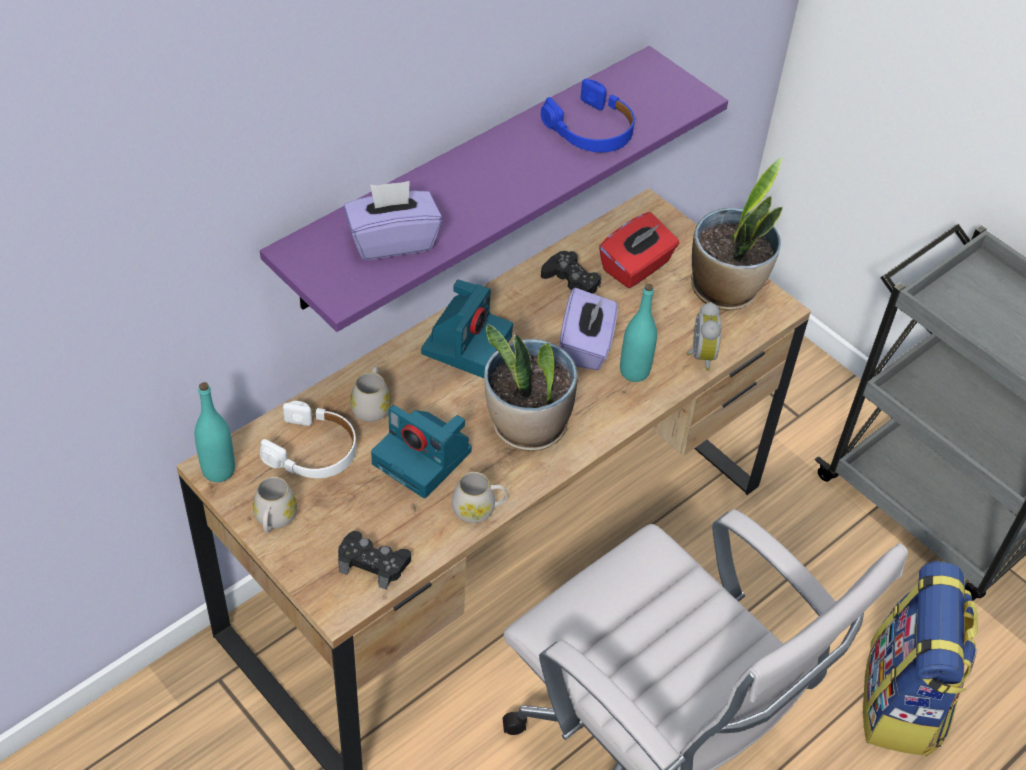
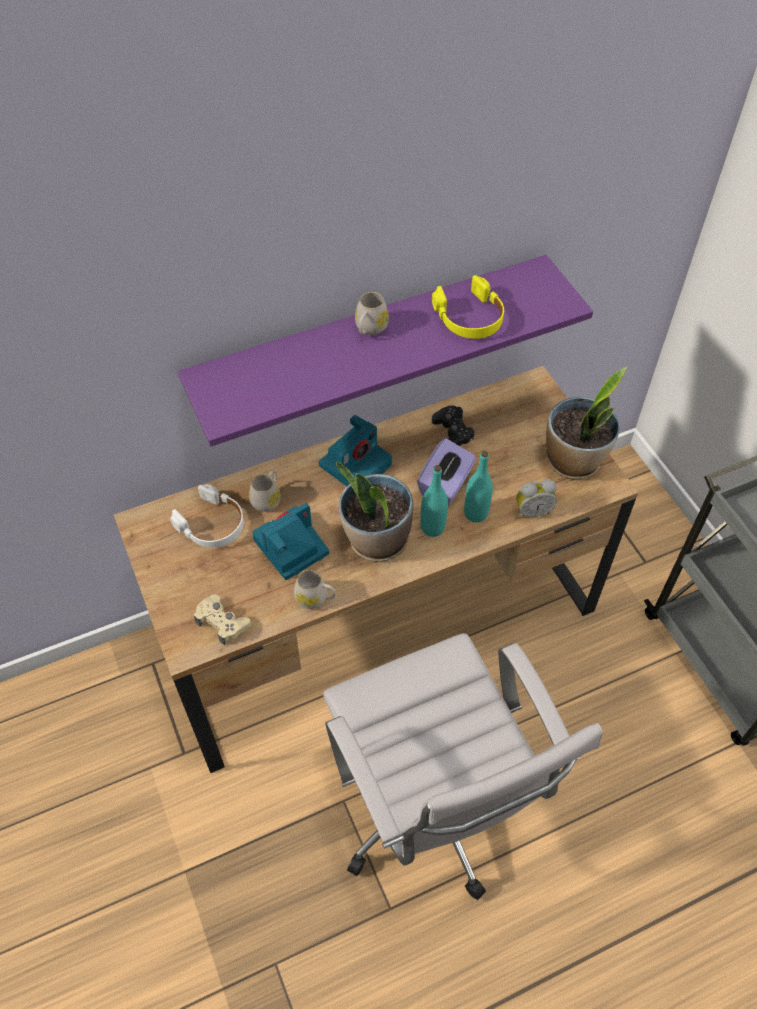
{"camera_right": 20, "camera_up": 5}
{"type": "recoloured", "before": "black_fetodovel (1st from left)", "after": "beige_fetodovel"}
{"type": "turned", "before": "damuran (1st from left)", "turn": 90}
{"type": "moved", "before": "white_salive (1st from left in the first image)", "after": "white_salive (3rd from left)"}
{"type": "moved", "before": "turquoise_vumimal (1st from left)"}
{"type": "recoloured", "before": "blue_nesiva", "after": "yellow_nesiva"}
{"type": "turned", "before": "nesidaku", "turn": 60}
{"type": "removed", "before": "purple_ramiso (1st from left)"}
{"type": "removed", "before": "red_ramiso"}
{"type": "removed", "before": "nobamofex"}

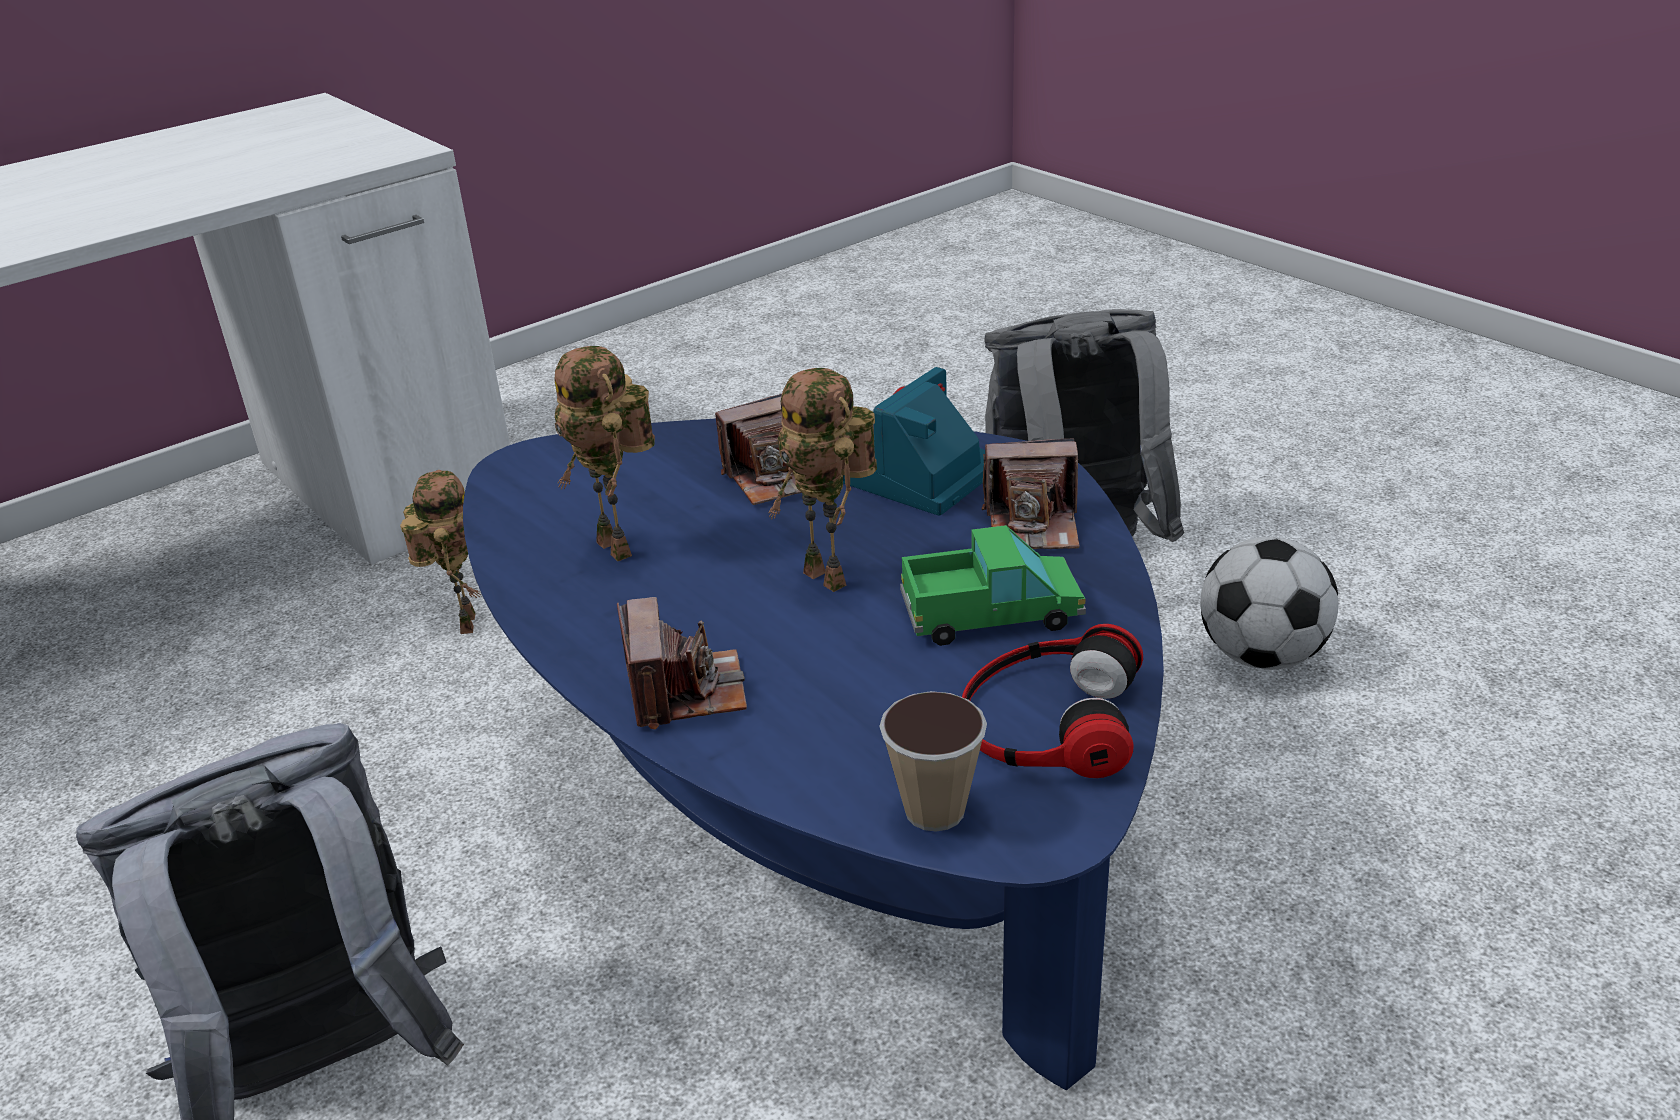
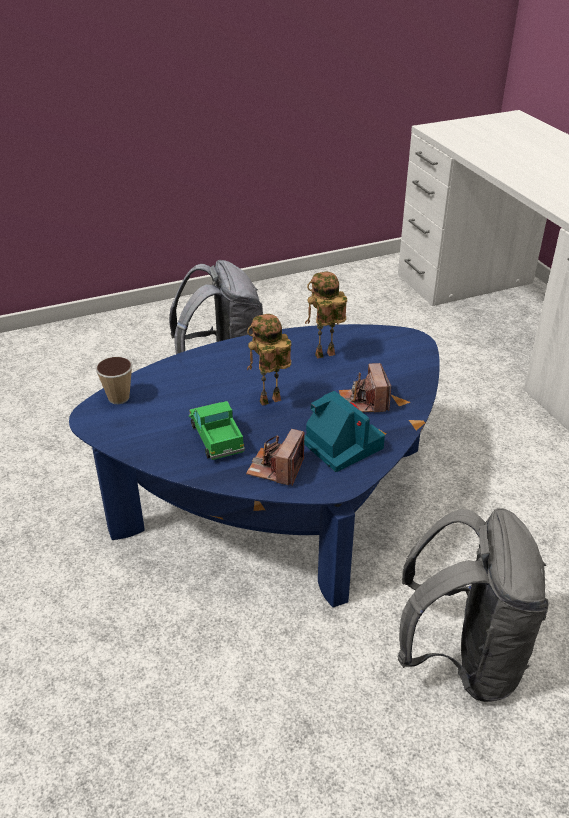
{"camera_right": 105, "camera_up": 5}
{"type": "turned", "before": "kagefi", "turn": 150}
{"type": "removed", "before": "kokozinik (1st from left)"}
{"type": "removed", "before": "damuran (1st from left)"}
{"type": "removed", "before": "nesiva"}
{"type": "removed", "before": "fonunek"}

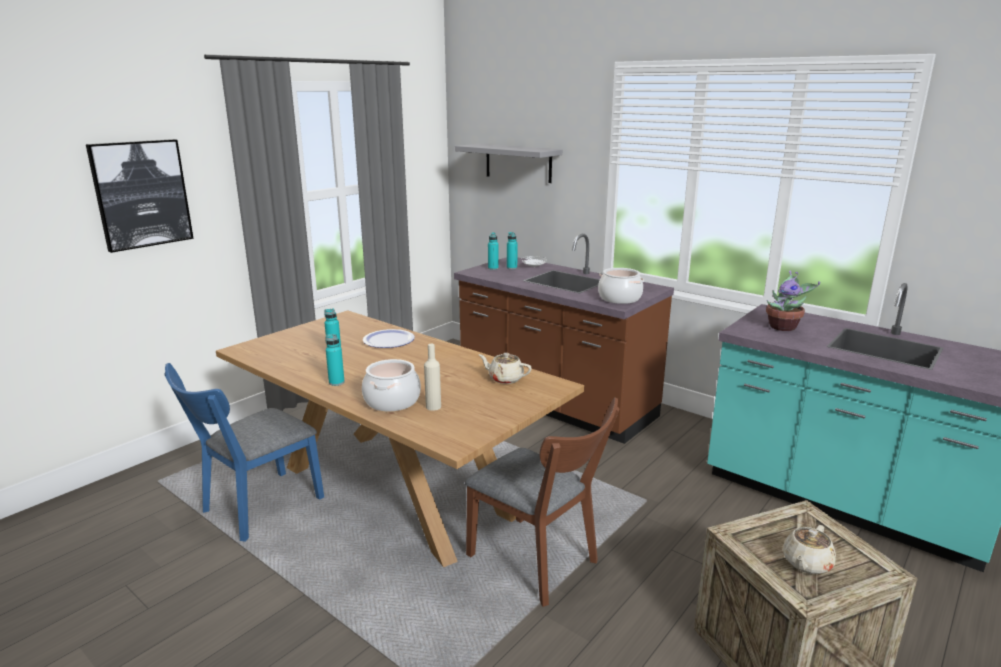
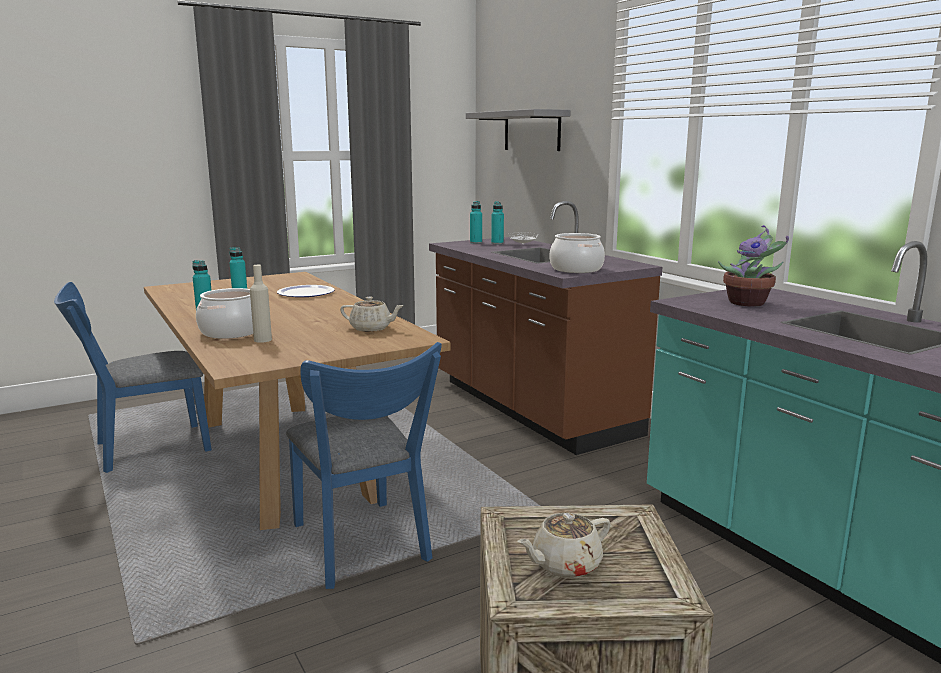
{"camera_right": 20, "camera_up": -5}
{"type": "recoloured", "before": "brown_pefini", "after": "blue_pefini (2nd from left)"}
{"type": "turned", "before": "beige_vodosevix (1st from left)", "turn": 150}
{"type": "removed", "before": "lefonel"}

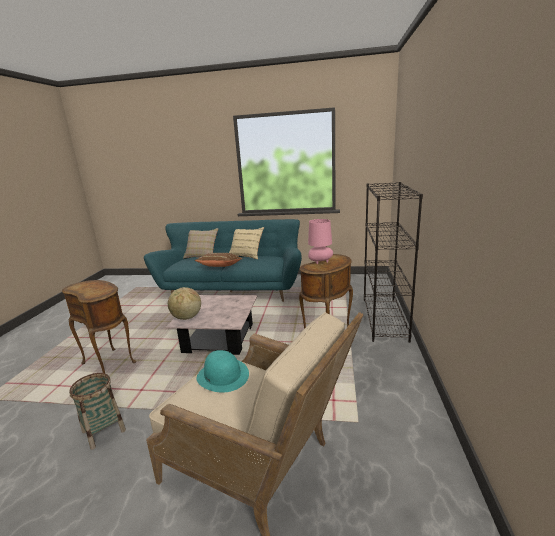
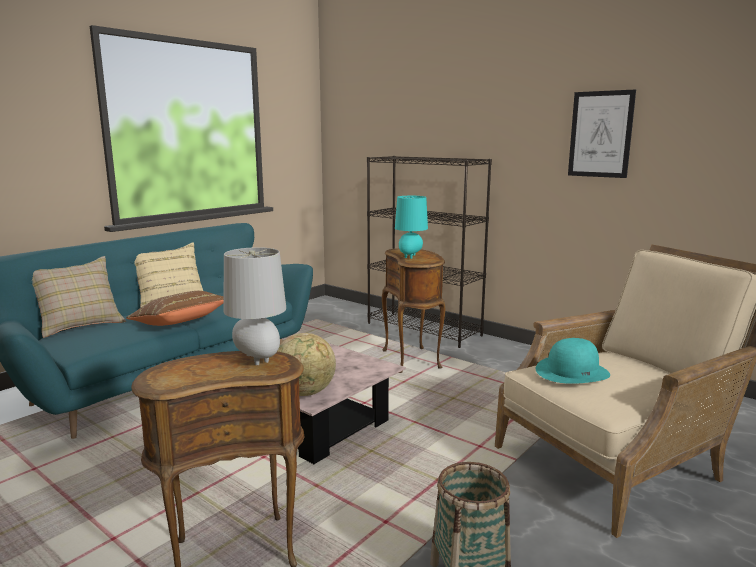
{"camera_right": -60, "camera_up": -5}
{"type": "added", "after": "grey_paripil"}
{"type": "recoloured", "before": "pink_paripil", "after": "turquoise_paripil"}
{"type": "added", "after": "lefonel"}

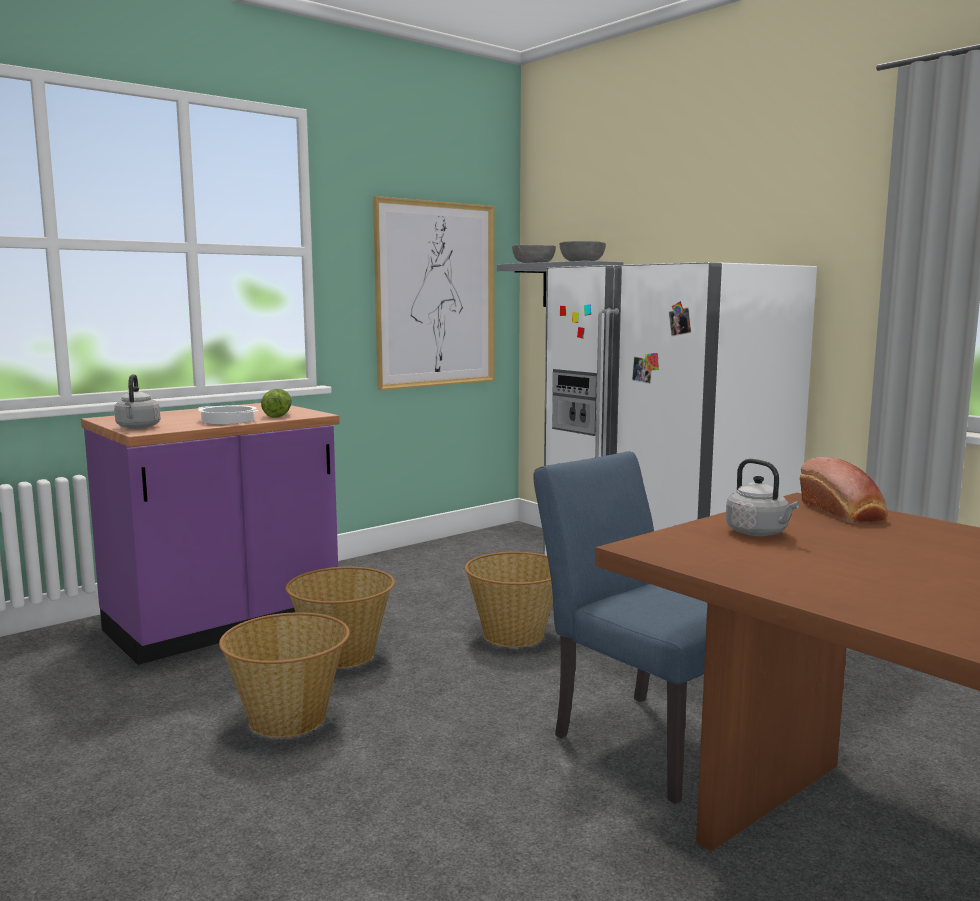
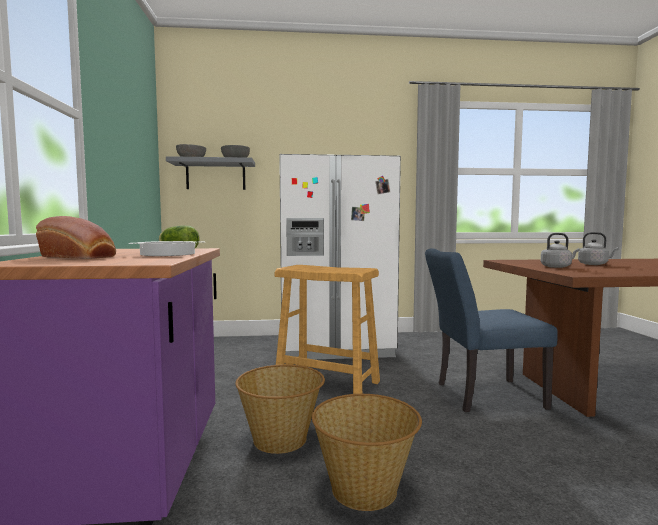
{"camera_right": -55, "camera_up": -5}
{"type": "moved", "before": "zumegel"}
{"type": "replaced", "before": "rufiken (3rd from left)", "after": "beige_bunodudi"}
{"type": "moved", "before": "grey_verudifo (1st from left in the first image)", "after": "grey_verudifo (2nd from left)"}
{"type": "removed", "before": "lefonel"}

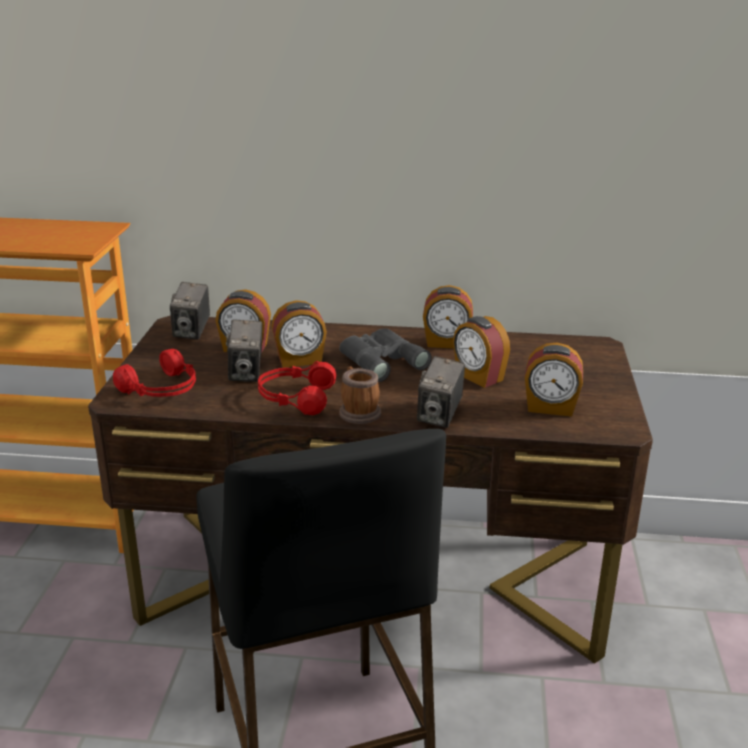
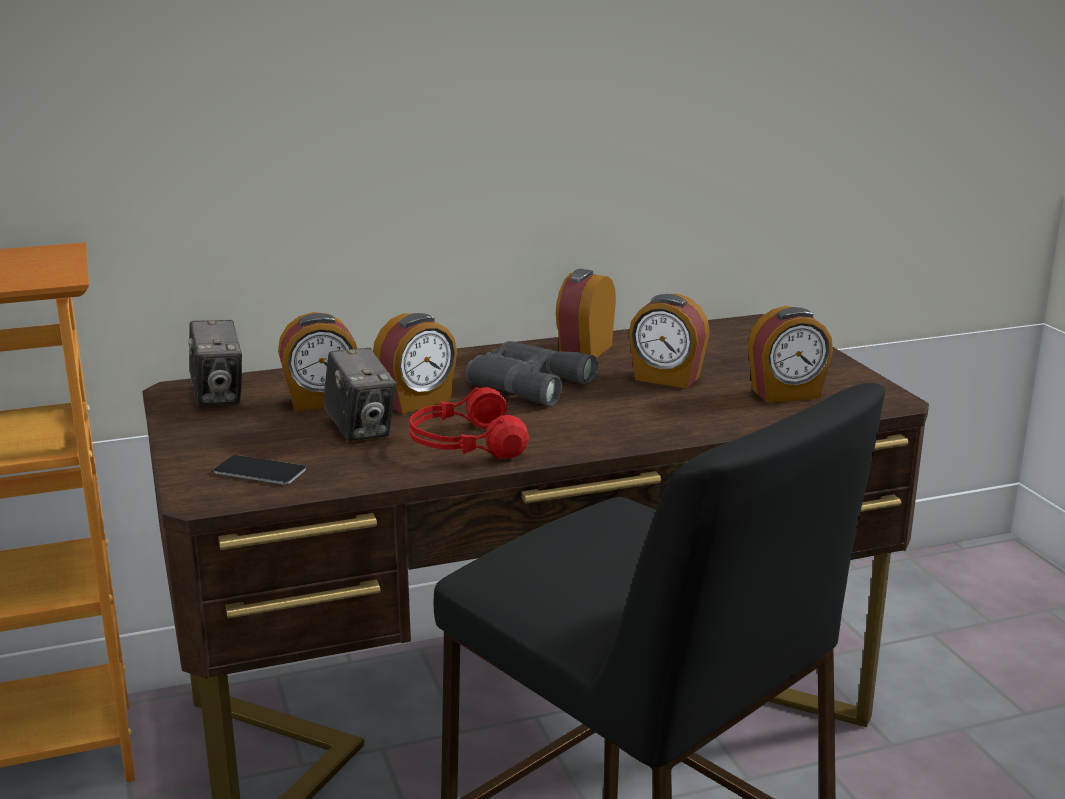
{"camera_right": -25, "camera_up": -5}
{"type": "replaced", "before": "red_nesiva (1st from left)", "after": "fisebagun"}
{"type": "turned", "before": "nesidaku (3rd from left)", "turn": 135}
{"type": "removed", "before": "salive"}
{"type": "removed", "before": "damuran (3rd from left)"}

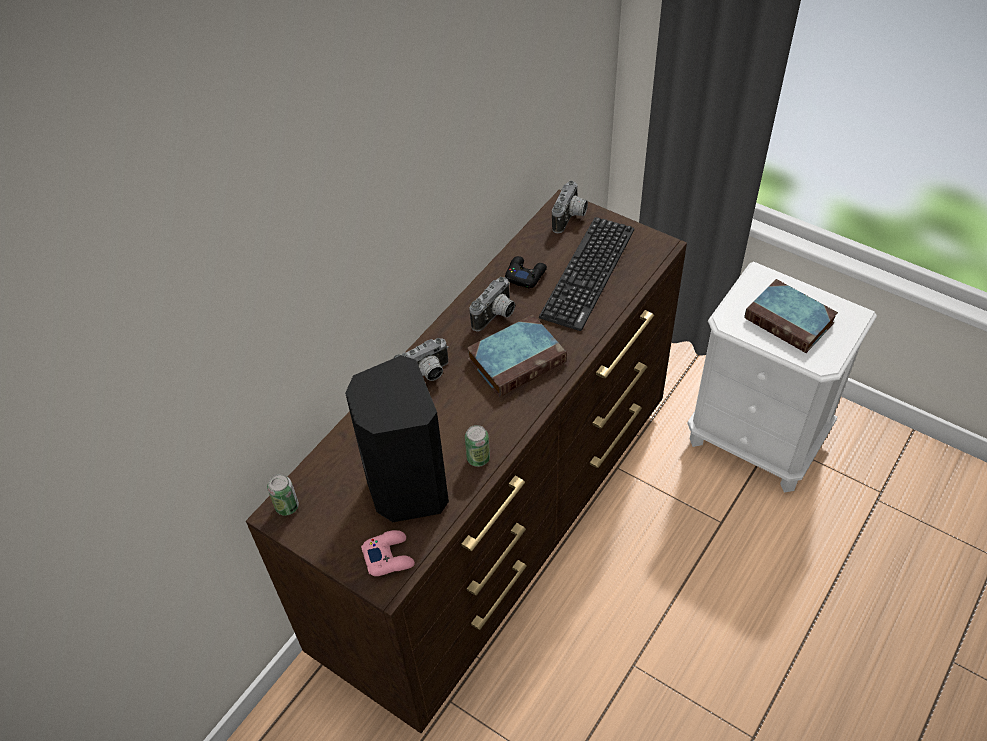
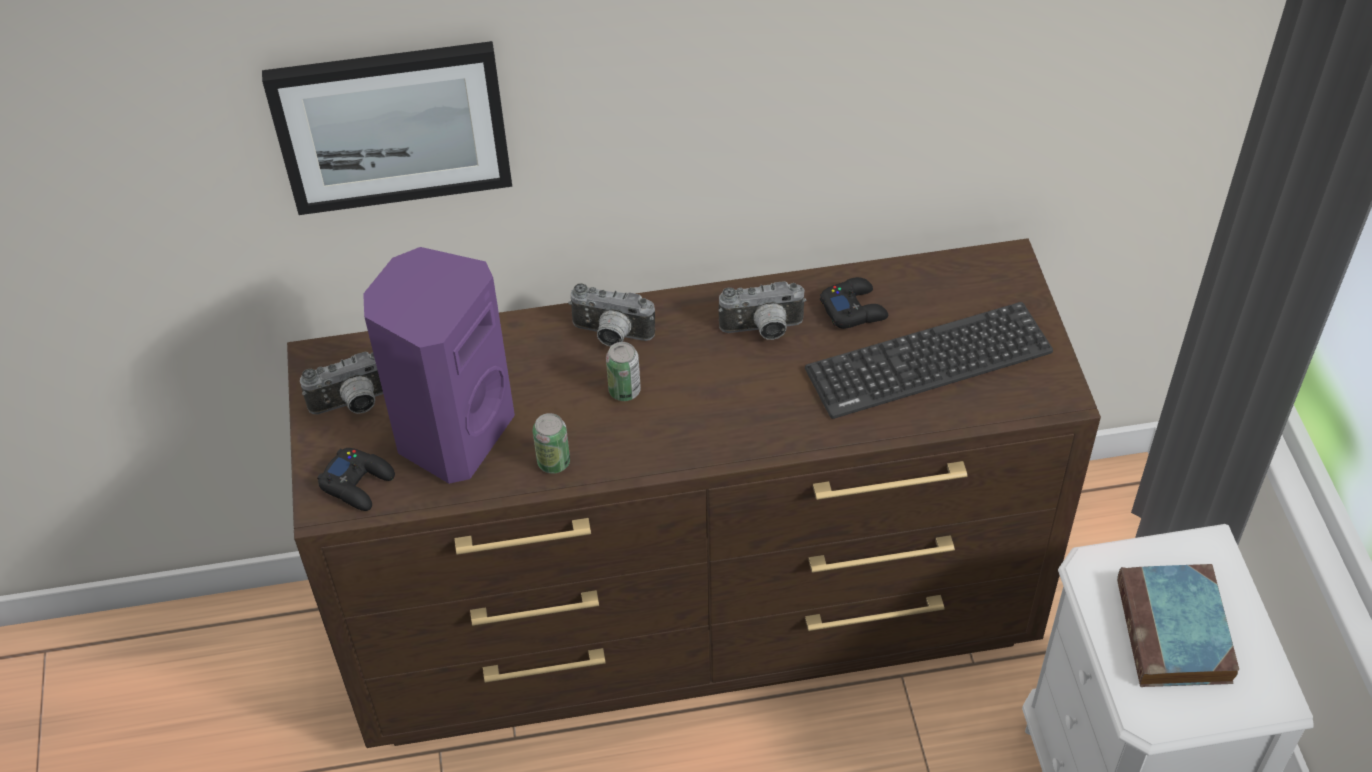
{"camera_right": 45, "camera_up": 0}
{"type": "added", "after": "lefonel"}
{"type": "moved", "before": "damuran (3rd from left in the first image)", "after": "damuran (1st from left)"}
{"type": "recoloured", "before": "pink_fetodovel", "after": "black_fetodovel (1st from left)"}
{"type": "recoloured", "before": "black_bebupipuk", "after": "purple_bebupipuk"}
{"type": "moved", "before": "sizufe (1st from left in the first image)", "after": "sizufe (2nd from left)"}
{"type": "removed", "before": "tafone (1st from left)"}

